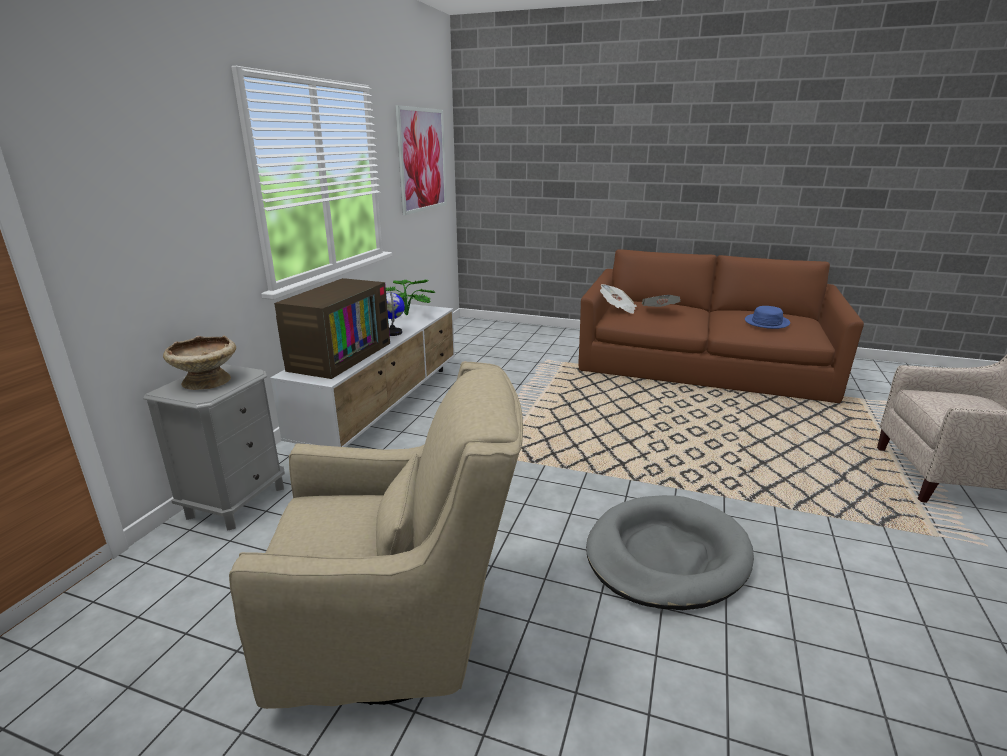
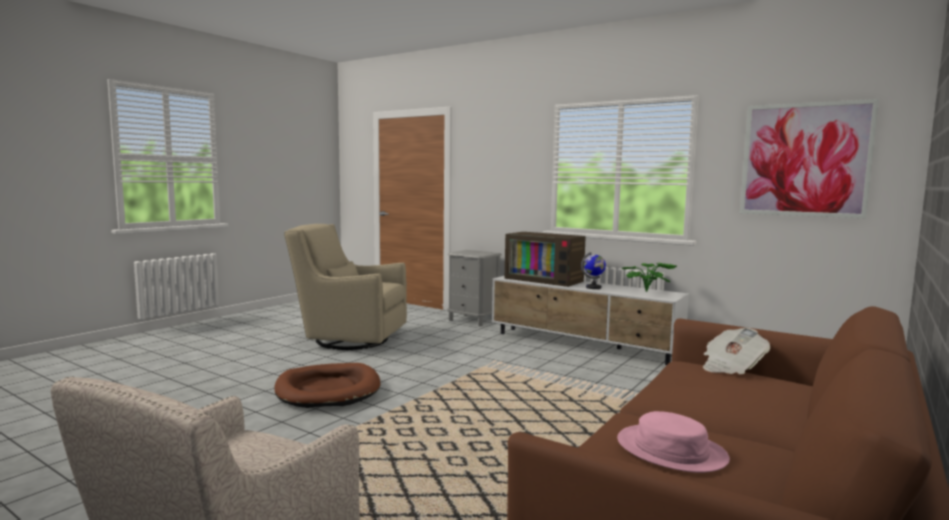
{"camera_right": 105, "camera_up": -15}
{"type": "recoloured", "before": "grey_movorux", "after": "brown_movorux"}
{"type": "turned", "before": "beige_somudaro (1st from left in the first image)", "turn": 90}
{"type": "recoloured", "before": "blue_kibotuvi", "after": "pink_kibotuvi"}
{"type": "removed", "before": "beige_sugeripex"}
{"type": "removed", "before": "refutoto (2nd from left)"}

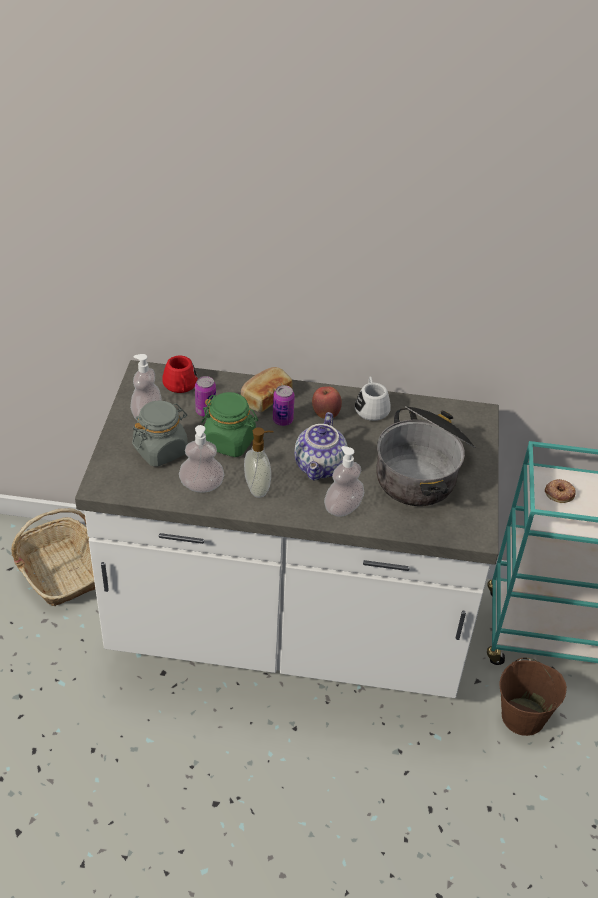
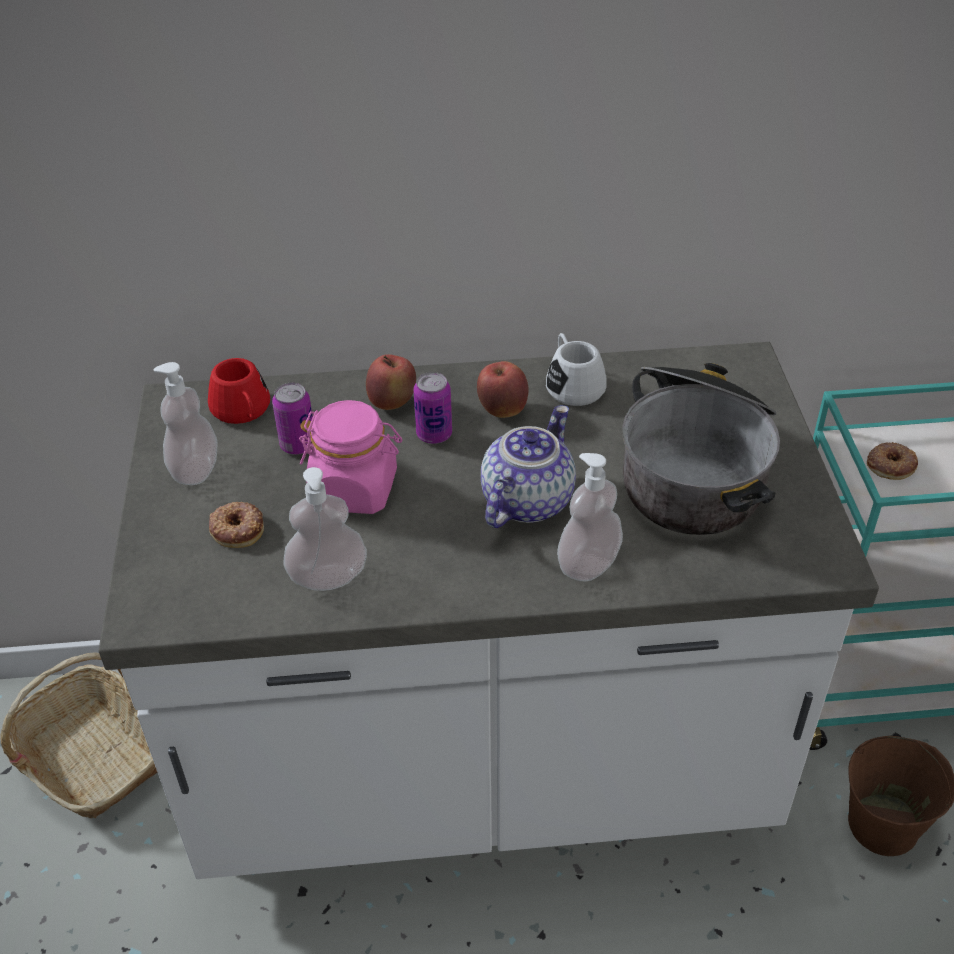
{"camera_right": -10, "camera_up": 0}
{"type": "replaced", "before": "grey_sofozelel", "after": "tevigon (1st from left)"}
{"type": "recoloured", "before": "green_sofozelel", "after": "pink_sofozelel"}
{"type": "replaced", "before": "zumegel", "after": "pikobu (1st from left)"}
{"type": "turned", "before": "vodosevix", "turn": -150}
{"type": "removed", "before": "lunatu (3rd from left)"}

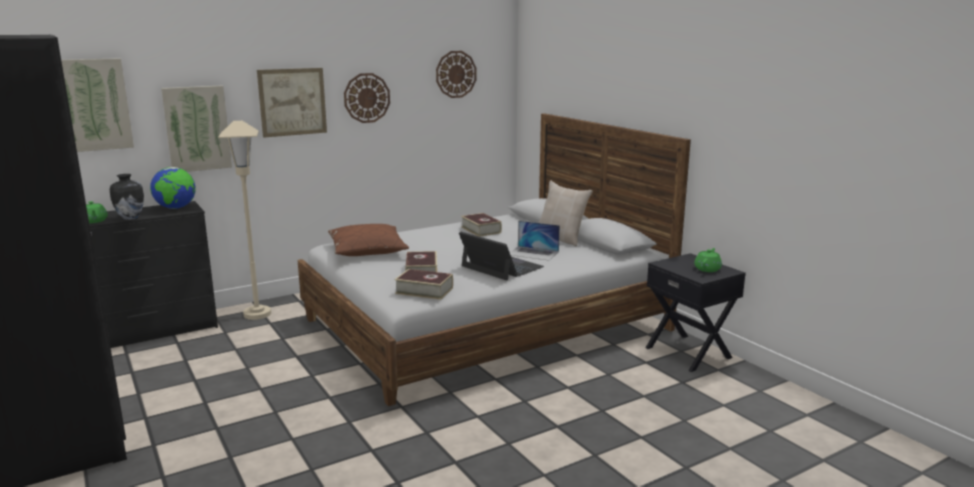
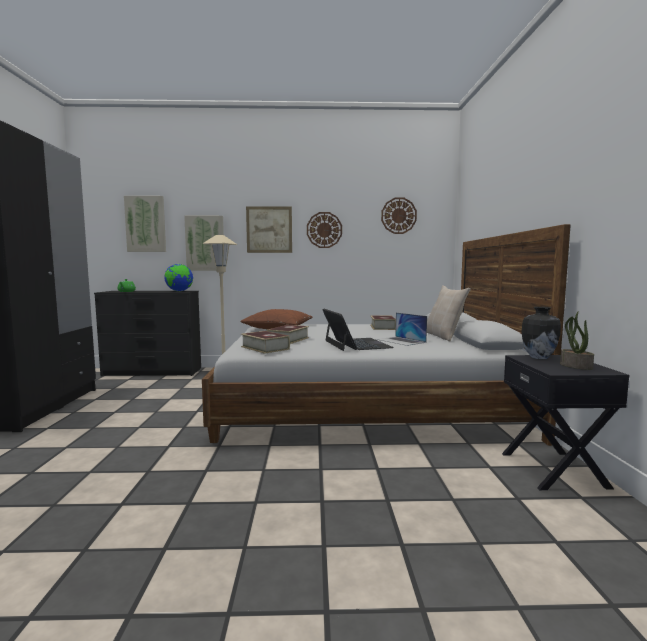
{"camera_right": 30, "camera_up": -10}
{"type": "moved", "before": "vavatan"}
{"type": "replaced", "before": "green_vodosevix (2nd from left)", "after": "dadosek"}

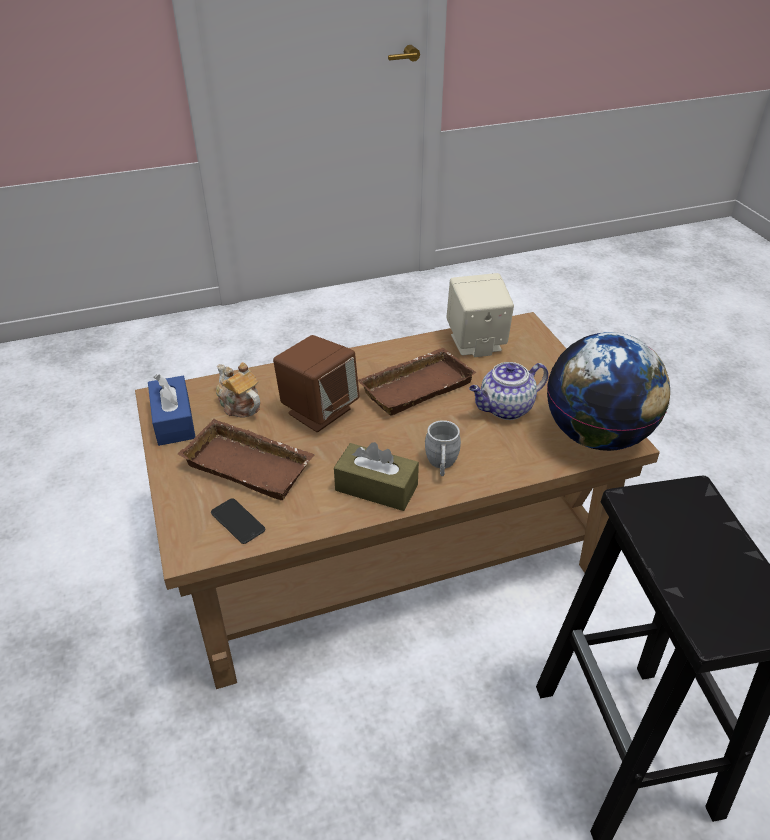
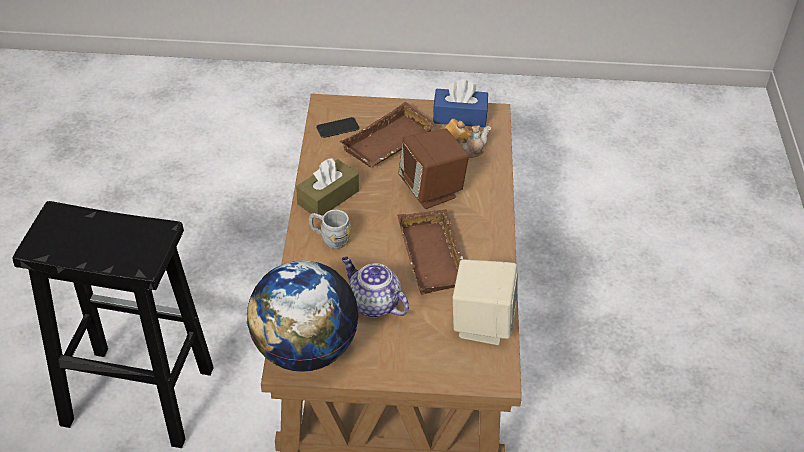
{"camera_right": 110, "camera_up": 5}
{"type": "turned", "before": "vodosevix (2nd from left in the first image)", "turn": -45}

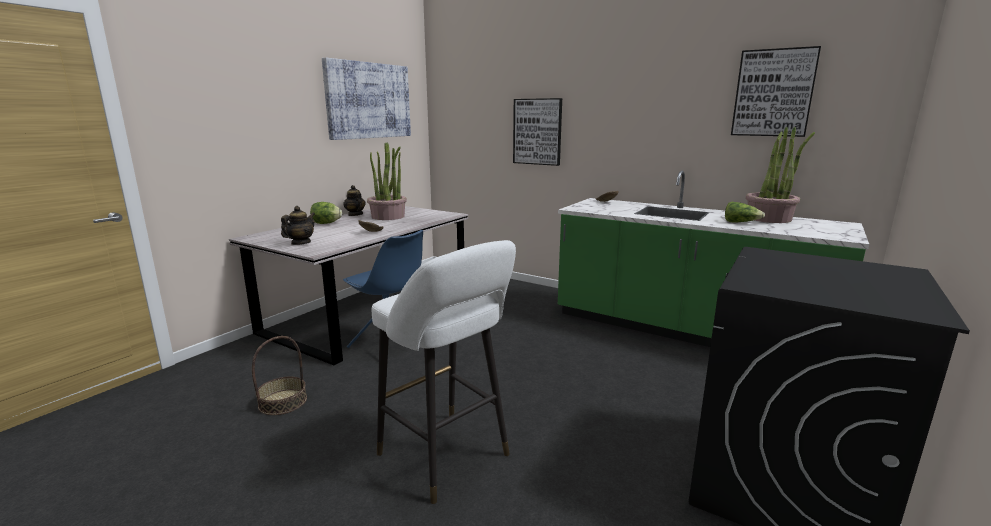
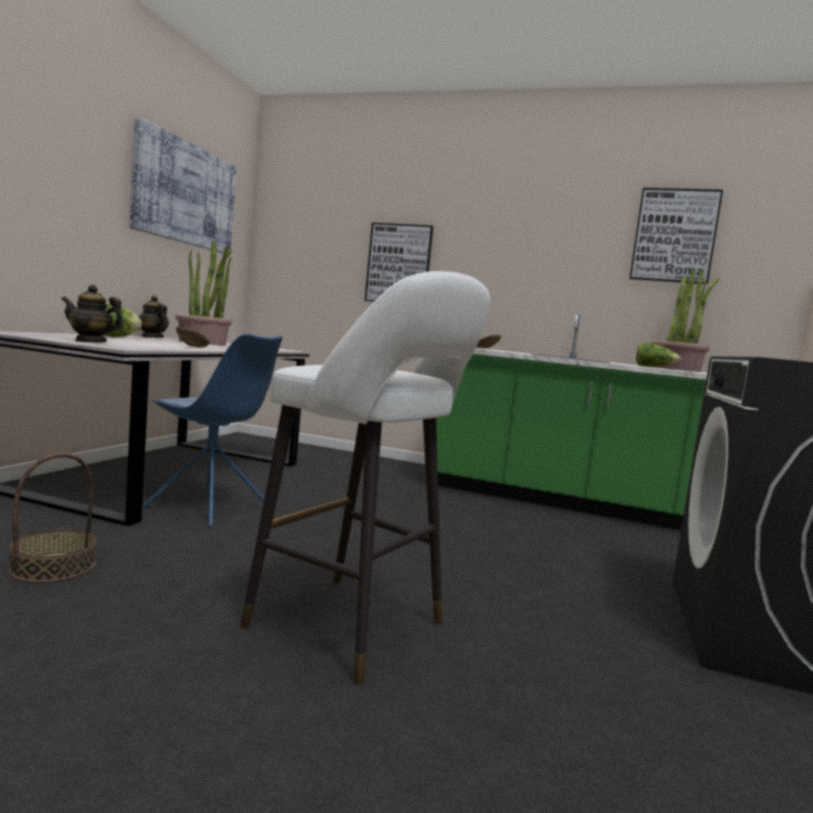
{"camera_right": -15, "camera_up": -10}
{"type": "turned", "before": "vodosevix (1st from left)", "turn": -105}

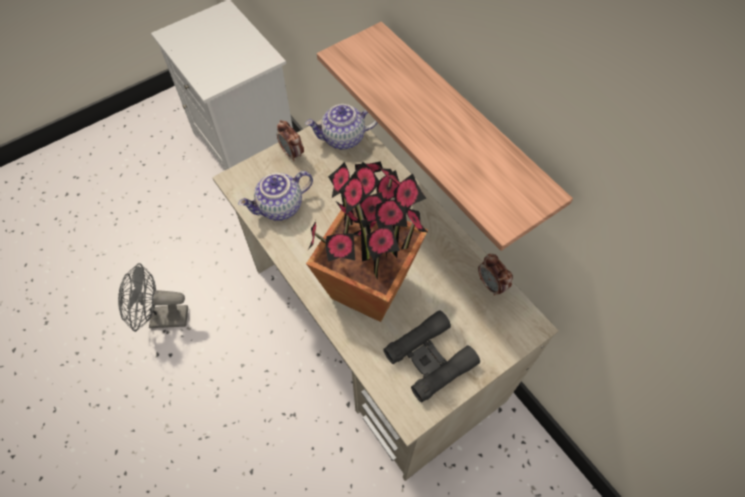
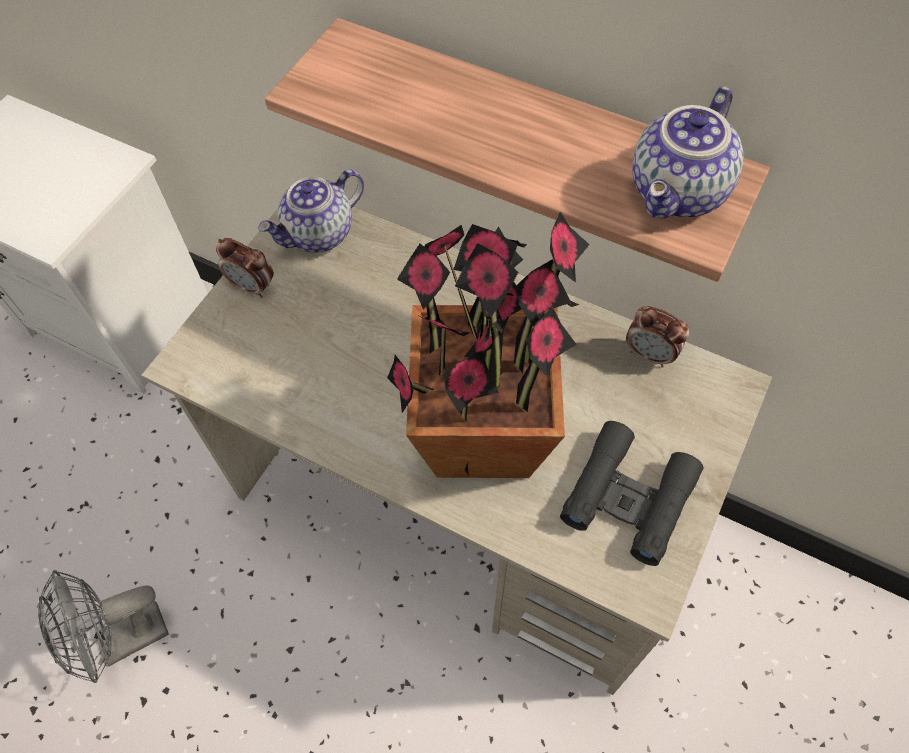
{"camera_right": -25, "camera_up": 0}
{"type": "moved", "before": "vodosevix (1st from left in the first image)", "after": "vodosevix (2nd from left)"}

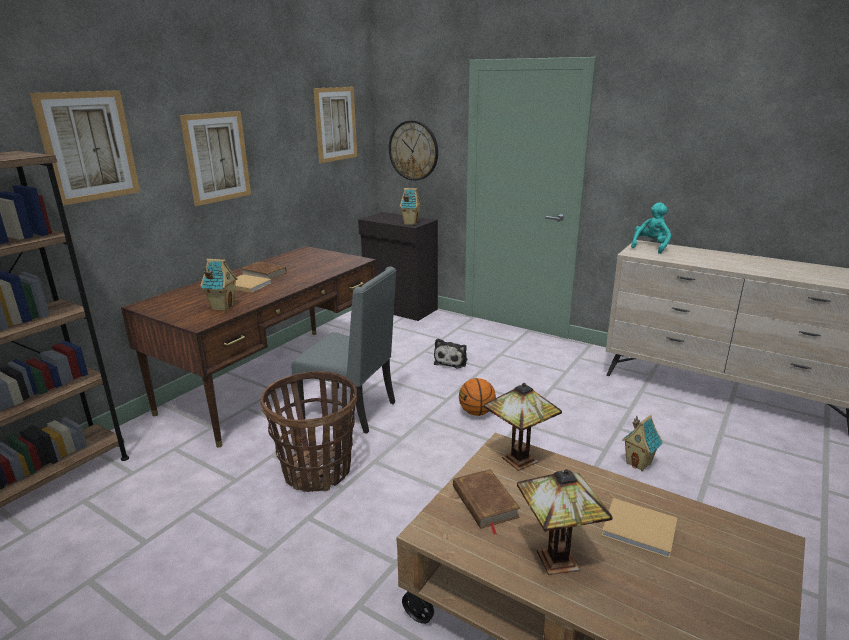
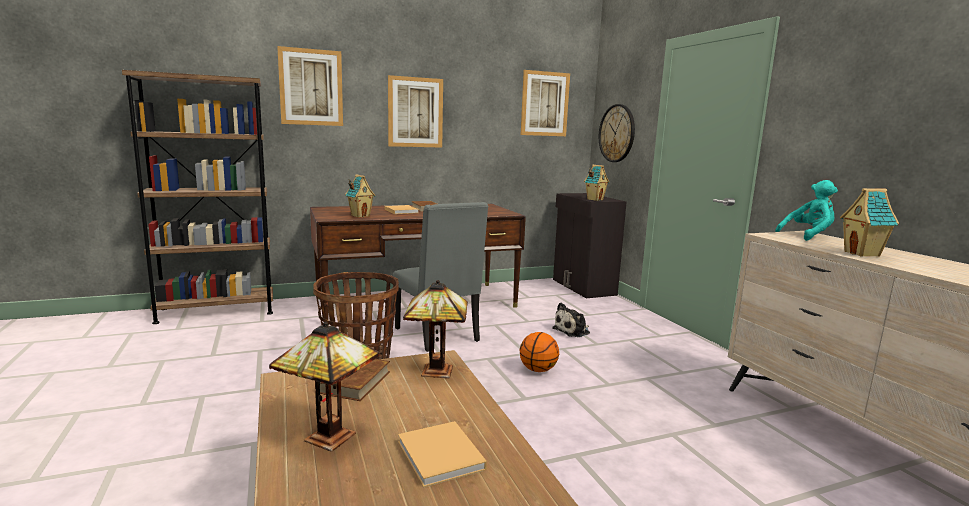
{"camera_right": 35, "camera_up": -10}
{"type": "moved", "before": "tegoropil (3rd from left)"}

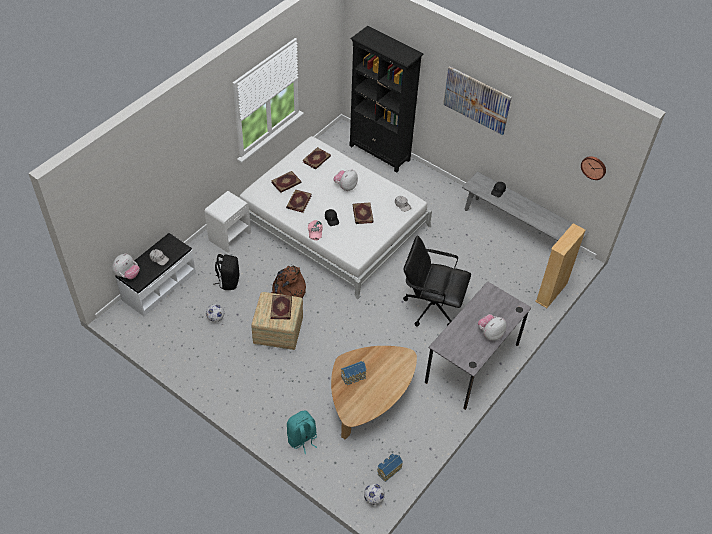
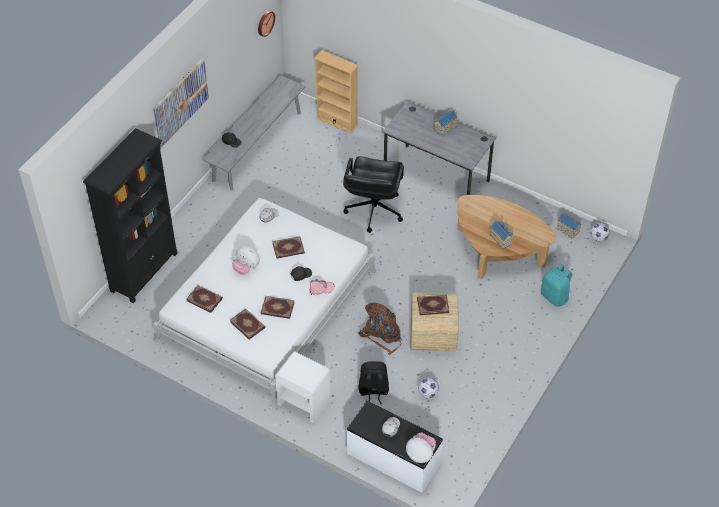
{"camera_right": -95, "camera_up": 0}
{"type": "replaced", "before": "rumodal (3rd from left)", "after": "tegoropil (1st from left)"}

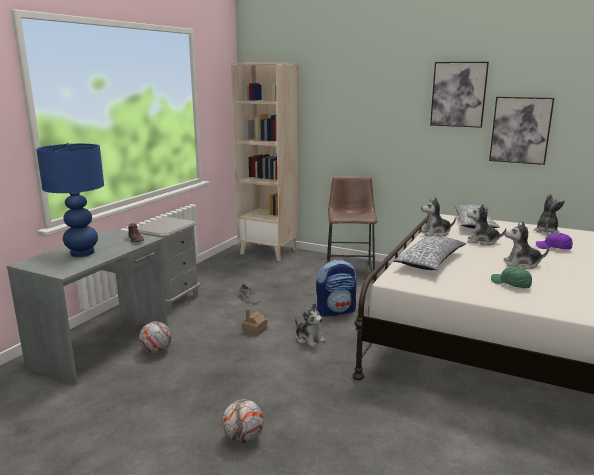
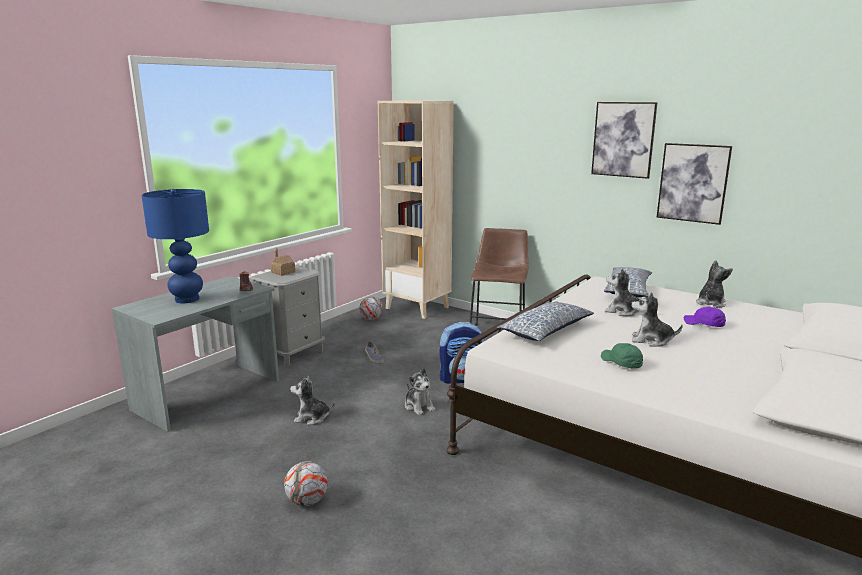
{"camera_right": 10, "camera_up": 0}
{"type": "moved", "before": "tegoropil"}
{"type": "moved", "before": "rumodal (2nd from left in the first image)", "after": "rumodal (1st from left)"}
{"type": "moved", "before": "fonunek (1st from left in the first image)", "after": "fonunek (2nd from left)"}

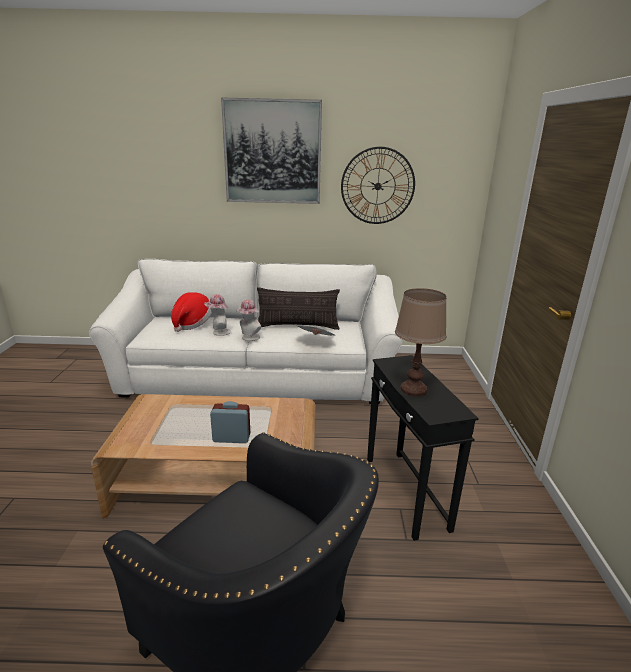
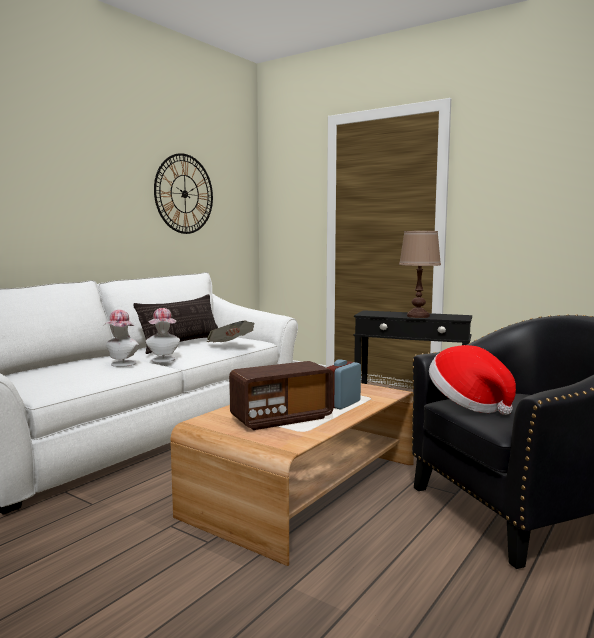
{"camera_right": -55, "camera_up": -15}
{"type": "added", "after": "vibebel"}
{"type": "moved", "before": "kibotuvi (1st from left in the first image)", "after": "kibotuvi (3rd from left)"}
{"type": "removed", "before": "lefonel"}

